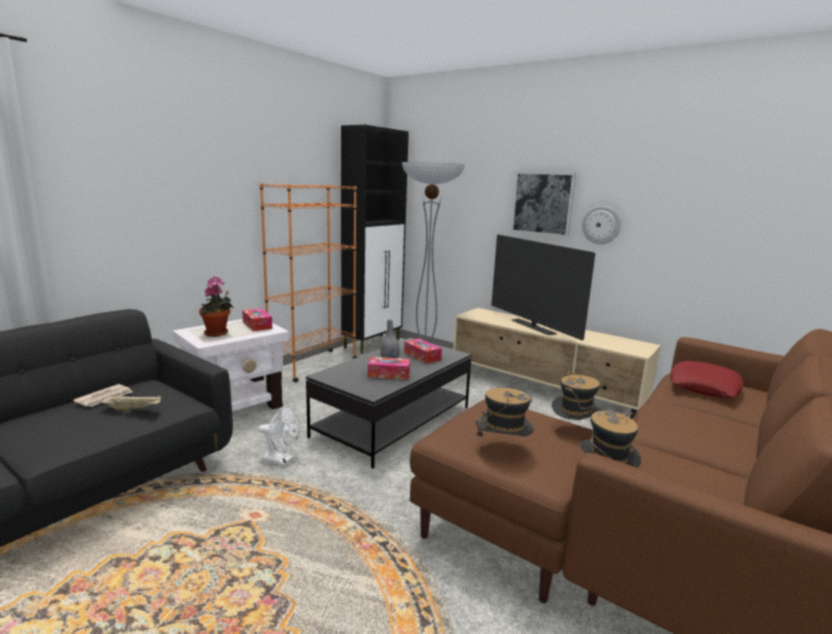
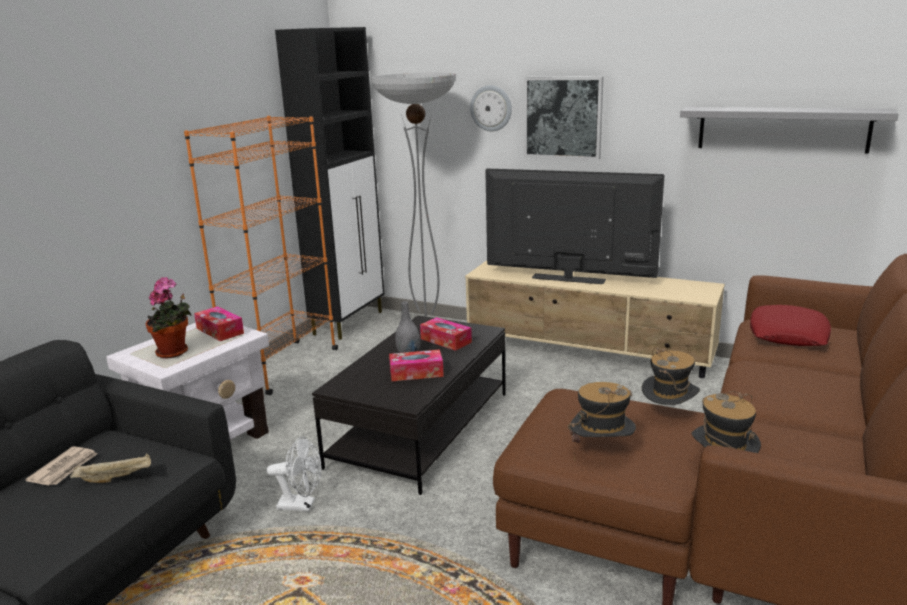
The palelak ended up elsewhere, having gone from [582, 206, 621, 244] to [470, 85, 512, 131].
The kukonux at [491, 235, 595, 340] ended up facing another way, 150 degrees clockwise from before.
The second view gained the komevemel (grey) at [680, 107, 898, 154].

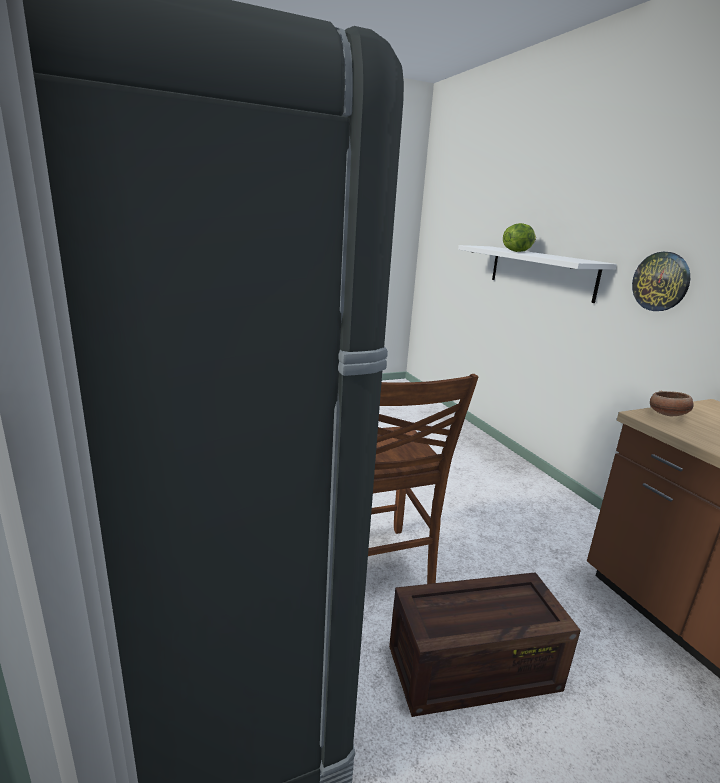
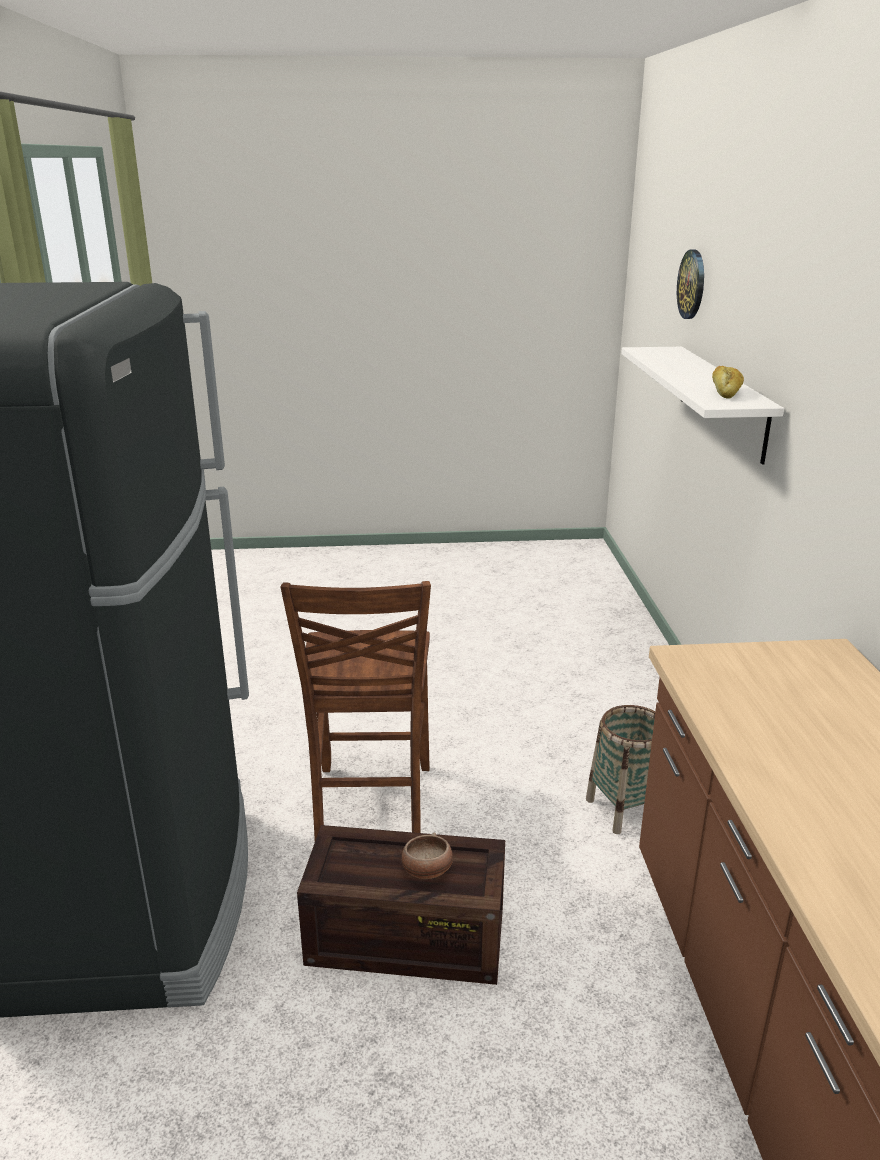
The second view lost the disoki at [503, 223, 536, 252].
The palelak ended up elsewhere, having gone from [632, 252, 690, 311] to [677, 250, 704, 319].
The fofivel ended up elsewhere, having gone from [650, 391, 693, 416] to [402, 832, 453, 879].
The second view gained the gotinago at [712, 366, 744, 399].
The second view gained the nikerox at [586, 705, 655, 834].

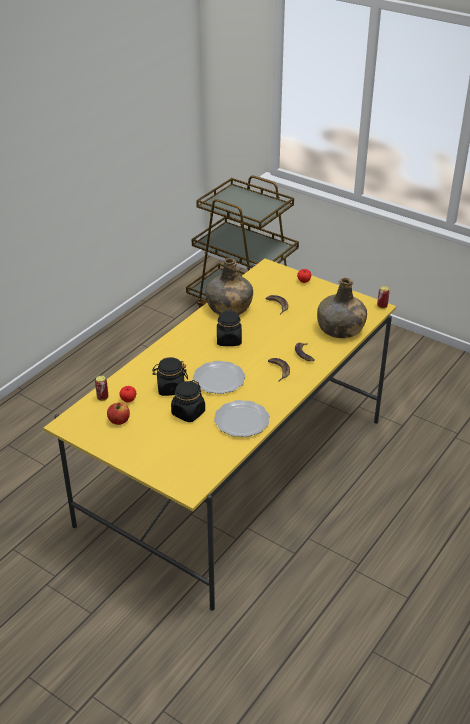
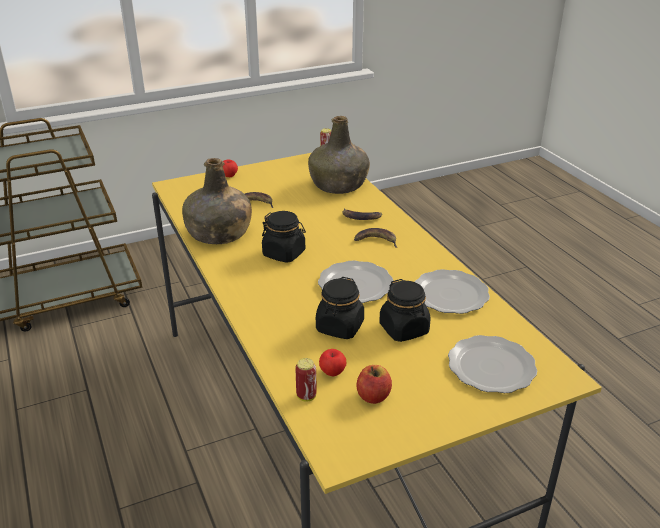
The second view gained the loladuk at [448, 335, 537, 393].

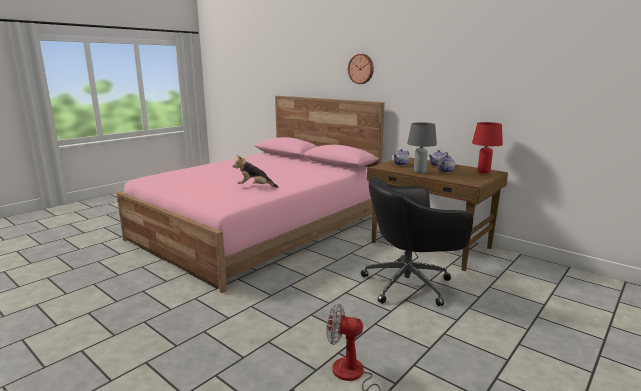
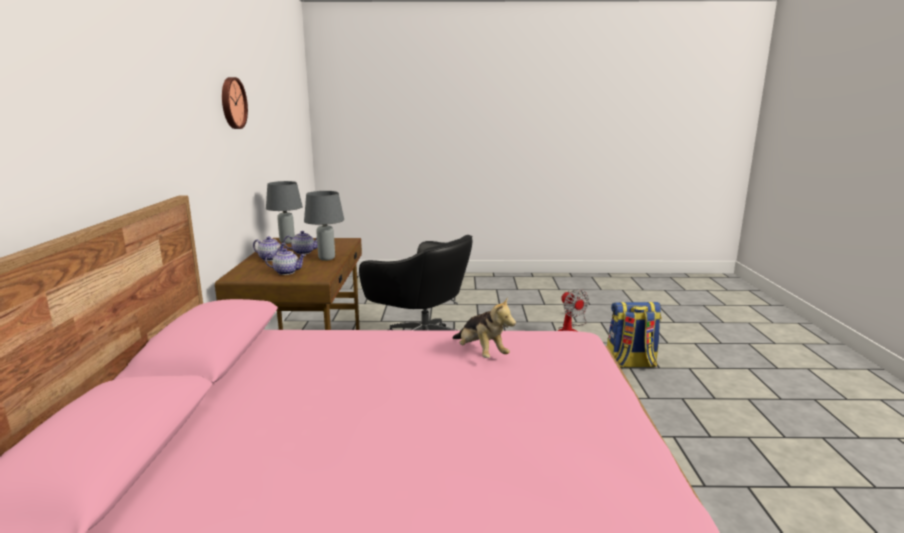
The palelak ended up elsewhere, having gone from [348, 54, 374, 84] to [222, 77, 248, 129].
What was the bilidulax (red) at [472, 122, 503, 173] turned into the bilidulax (grey) at [266, 181, 303, 244].
The second view gained the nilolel at [607, 302, 662, 368].

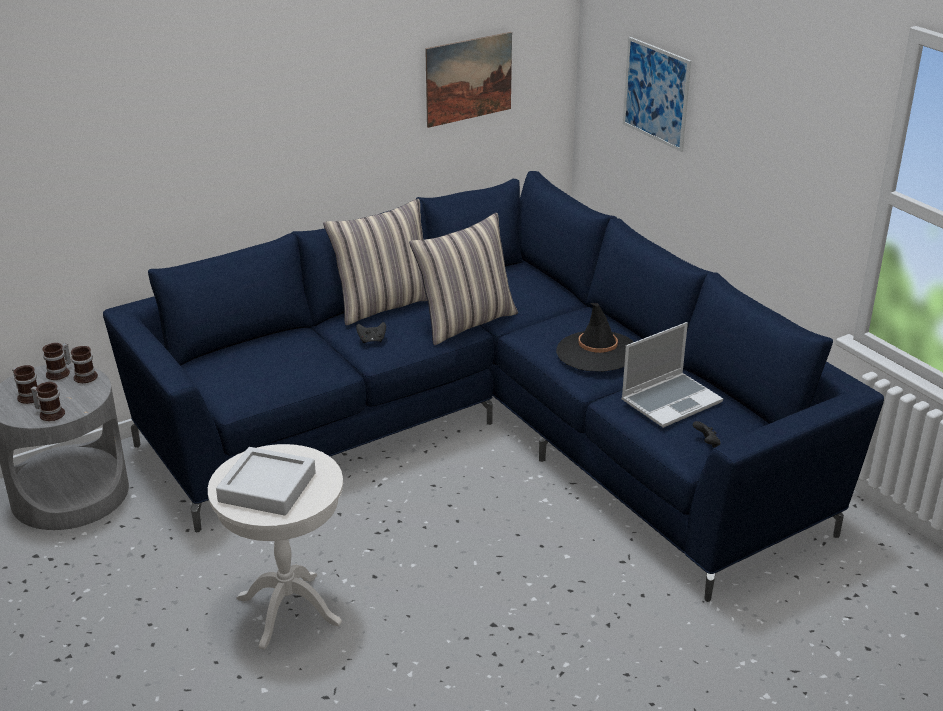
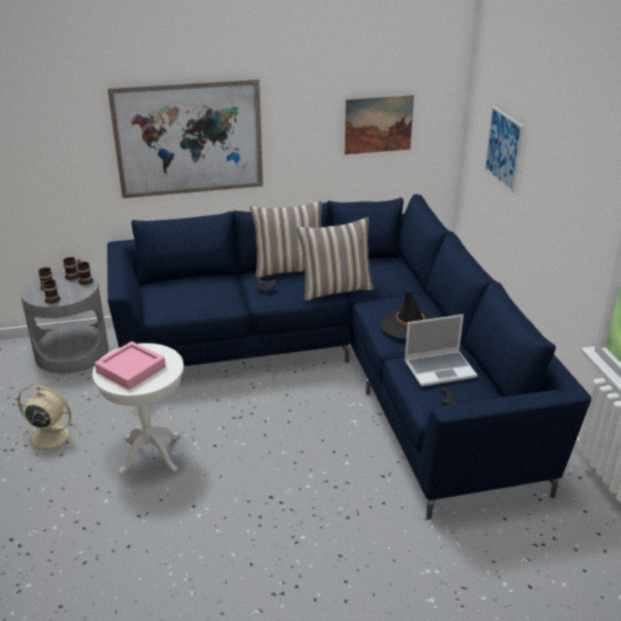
What was the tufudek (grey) at [216, 447, 316, 516] turned into the tufudek (pink) at [95, 341, 166, 390].
The second view gained the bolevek at [108, 79, 263, 198].
The second view gained the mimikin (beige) at [18, 385, 79, 454].

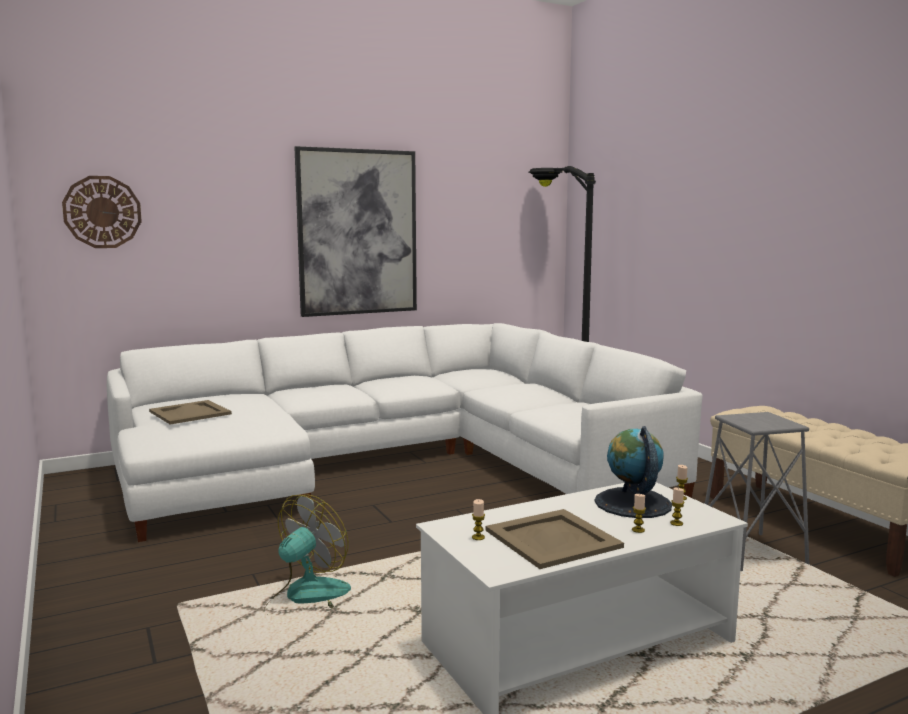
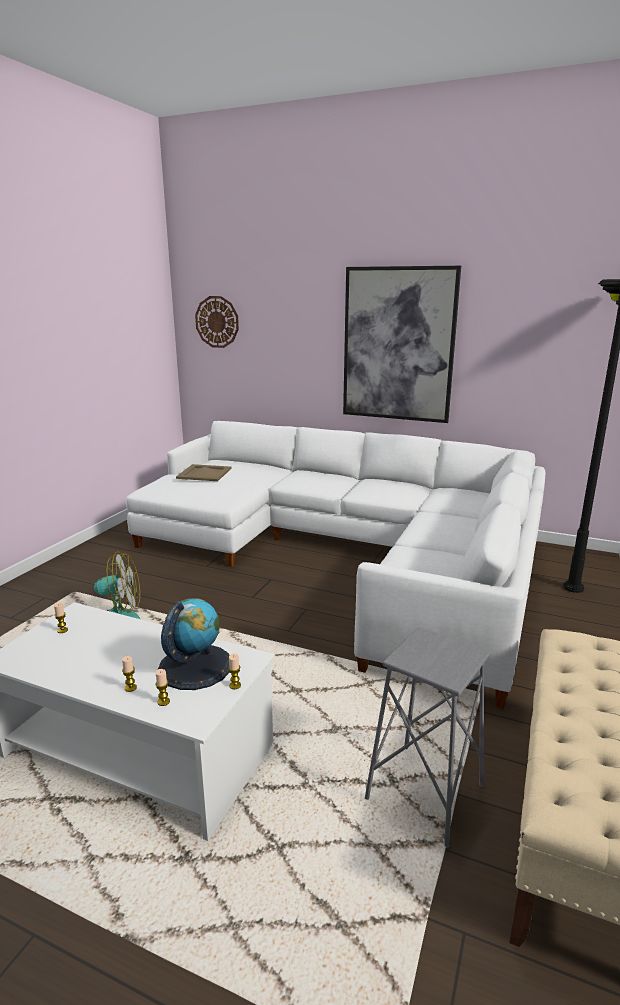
The second view lost the tufudek (beige) at [486, 509, 624, 569].

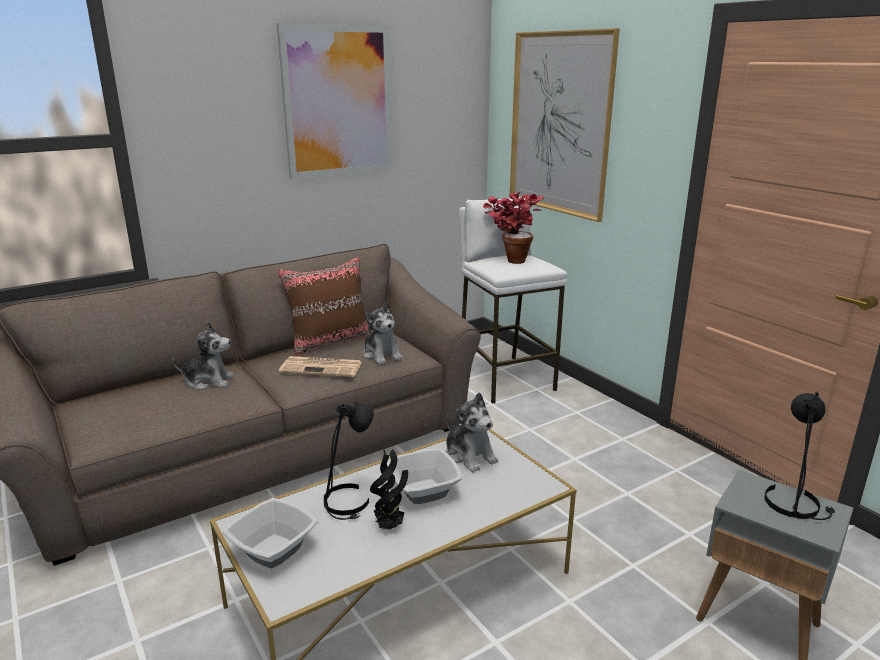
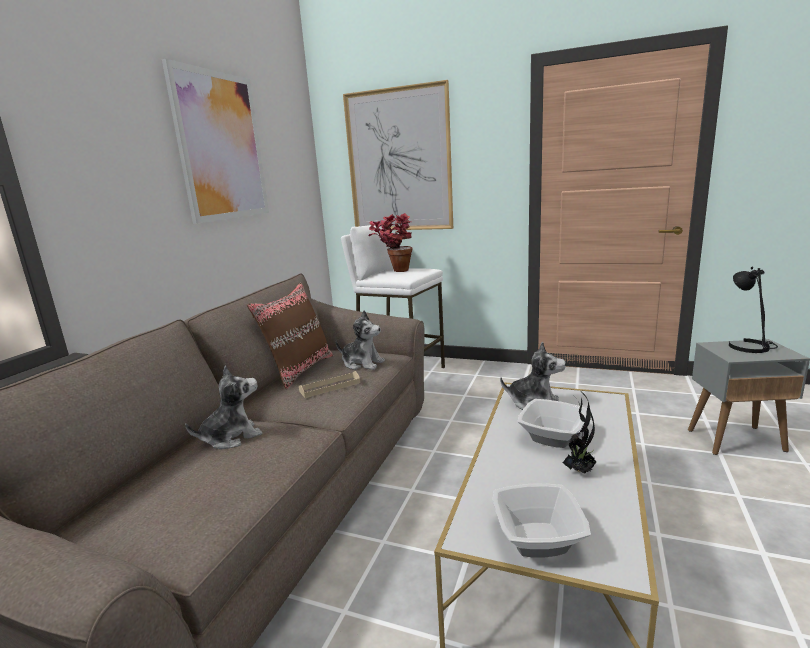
Where the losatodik stood at [279, 356, 362, 377], the tufudek (beige) came to stand at [299, 371, 360, 398].
The second view lost the bilidulax (black) at [324, 402, 374, 520].

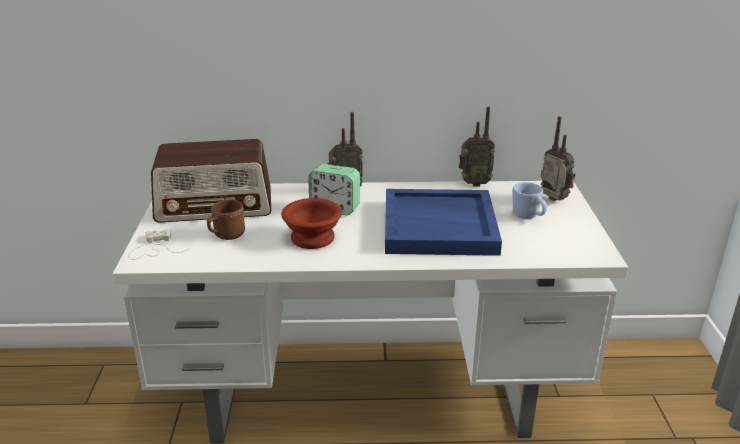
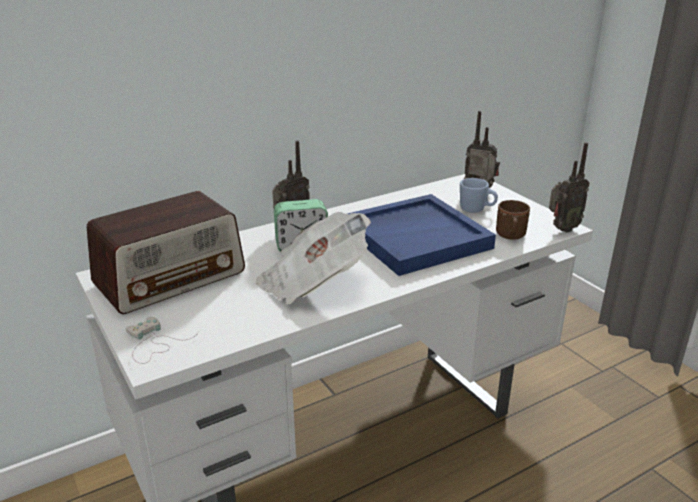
The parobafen ended up elsewhere, having gone from [459, 106, 495, 187] to [549, 142, 589, 233].
Where the fofivel (brown) stood at [281, 198, 342, 249], the losatodik came to stand at [256, 212, 371, 304].
The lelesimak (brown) ended up elsewhere, having gone from [207, 199, 245, 240] to [496, 200, 530, 240].

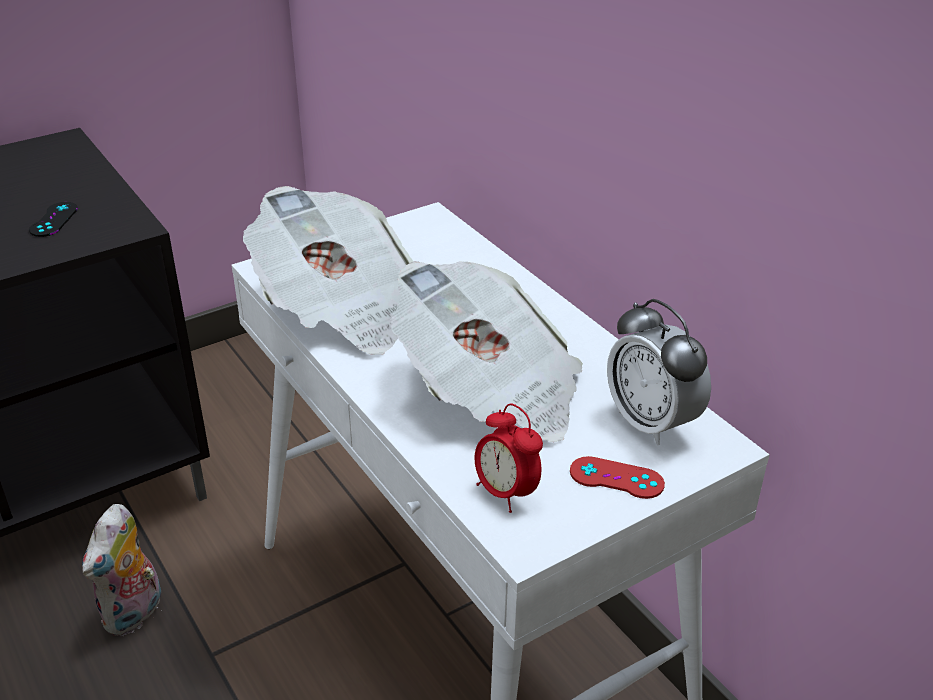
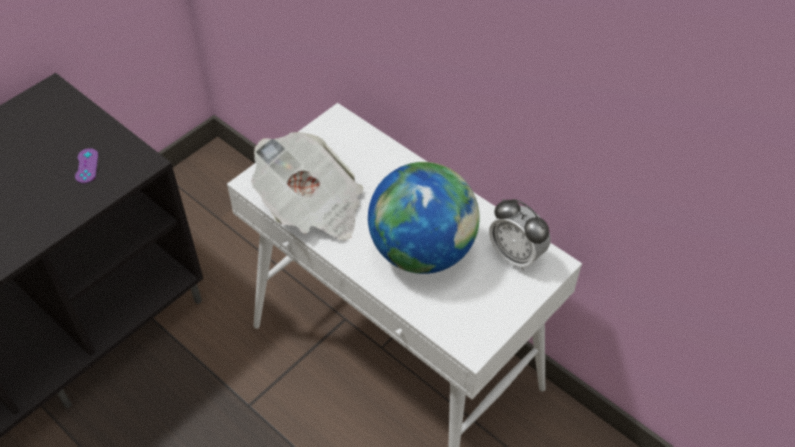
What was the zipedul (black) at [29, 202, 78, 237] turned into the zipedul (purple) at [75, 148, 98, 183].
Where the losatodik stood at [390, 261, 583, 442], the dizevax came to stand at [368, 162, 480, 274].
The second view lost the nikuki at [475, 404, 543, 513].
The second view lost the zipedul (red) at [570, 456, 665, 499].
The second view lost the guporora at [82, 504, 162, 636].

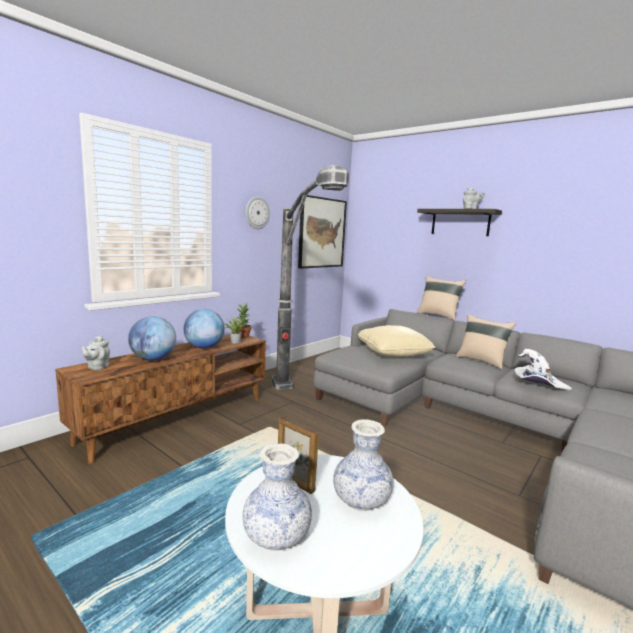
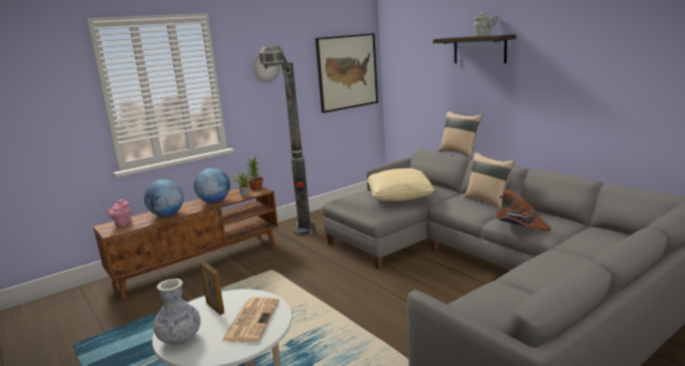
What was the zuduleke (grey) at [82, 335, 110, 370] turned into the zuduleke (pink) at [107, 198, 132, 227].
What was the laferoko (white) at [514, 349, 572, 390] turned into the laferoko (brown) at [496, 190, 551, 231].
Where the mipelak stood at [333, 419, 394, 511], the losatodik came to stand at [222, 297, 279, 342].

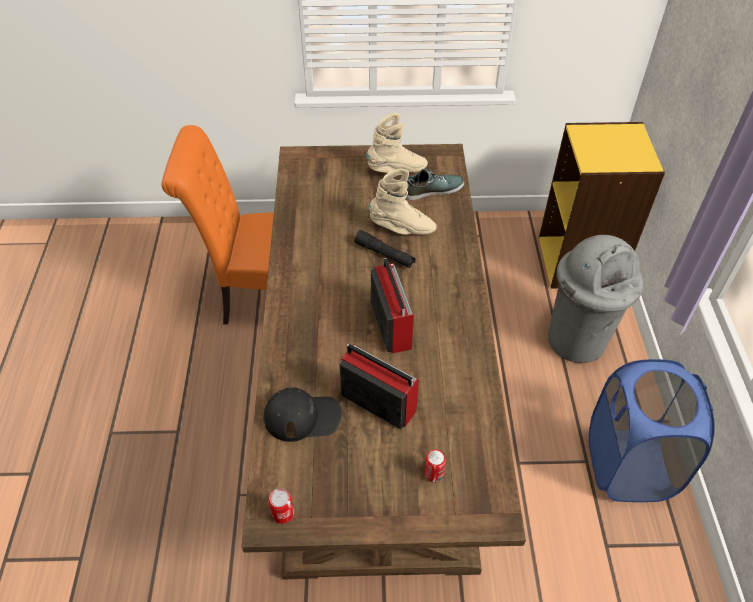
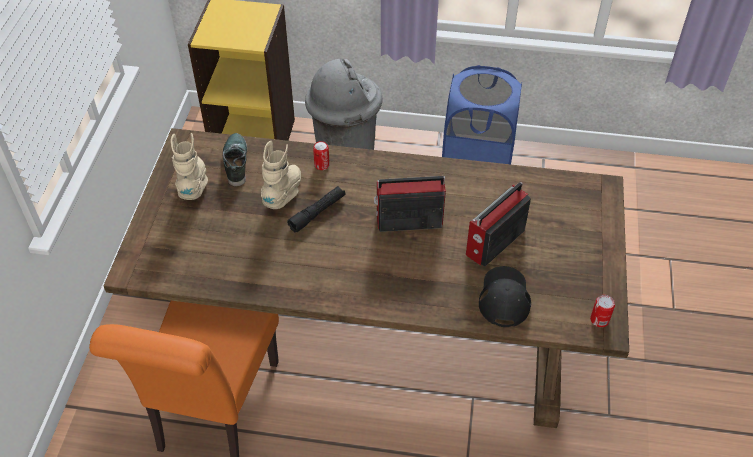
The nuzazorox ended up elsewhere, having gone from [424, 450, 446, 483] to [313, 141, 330, 170].

